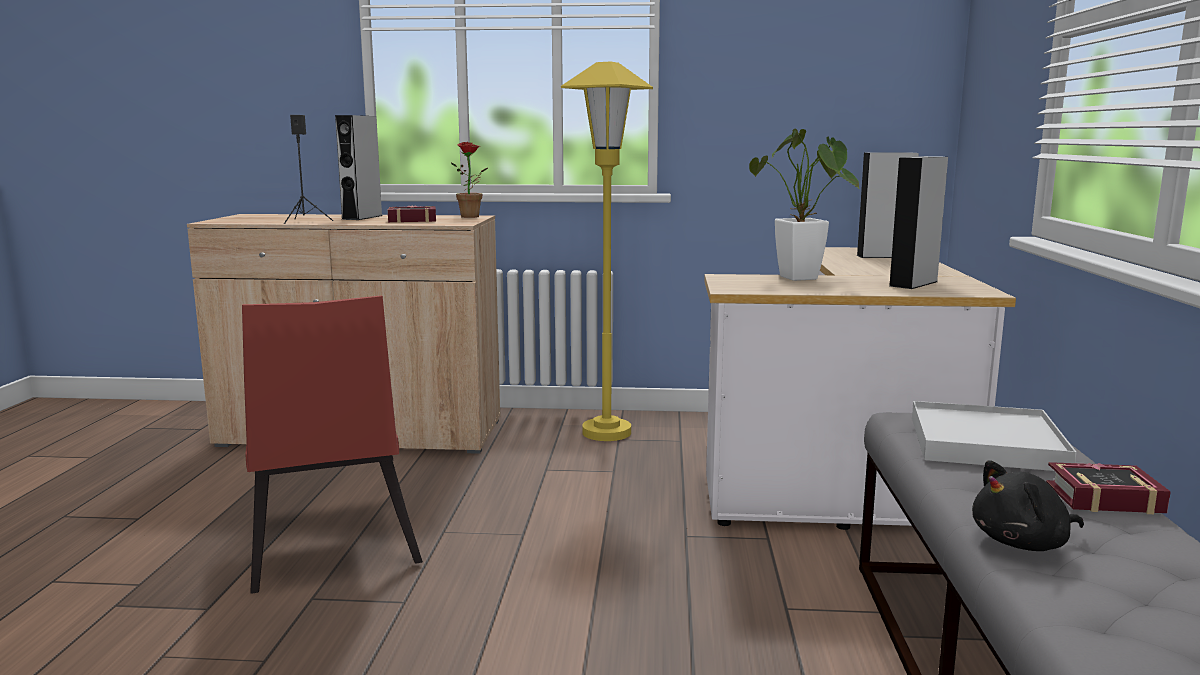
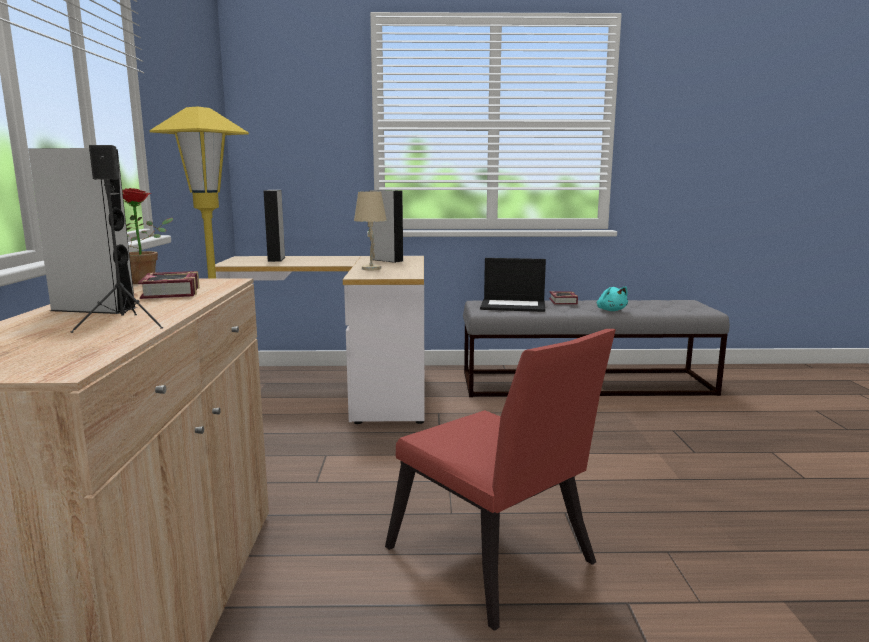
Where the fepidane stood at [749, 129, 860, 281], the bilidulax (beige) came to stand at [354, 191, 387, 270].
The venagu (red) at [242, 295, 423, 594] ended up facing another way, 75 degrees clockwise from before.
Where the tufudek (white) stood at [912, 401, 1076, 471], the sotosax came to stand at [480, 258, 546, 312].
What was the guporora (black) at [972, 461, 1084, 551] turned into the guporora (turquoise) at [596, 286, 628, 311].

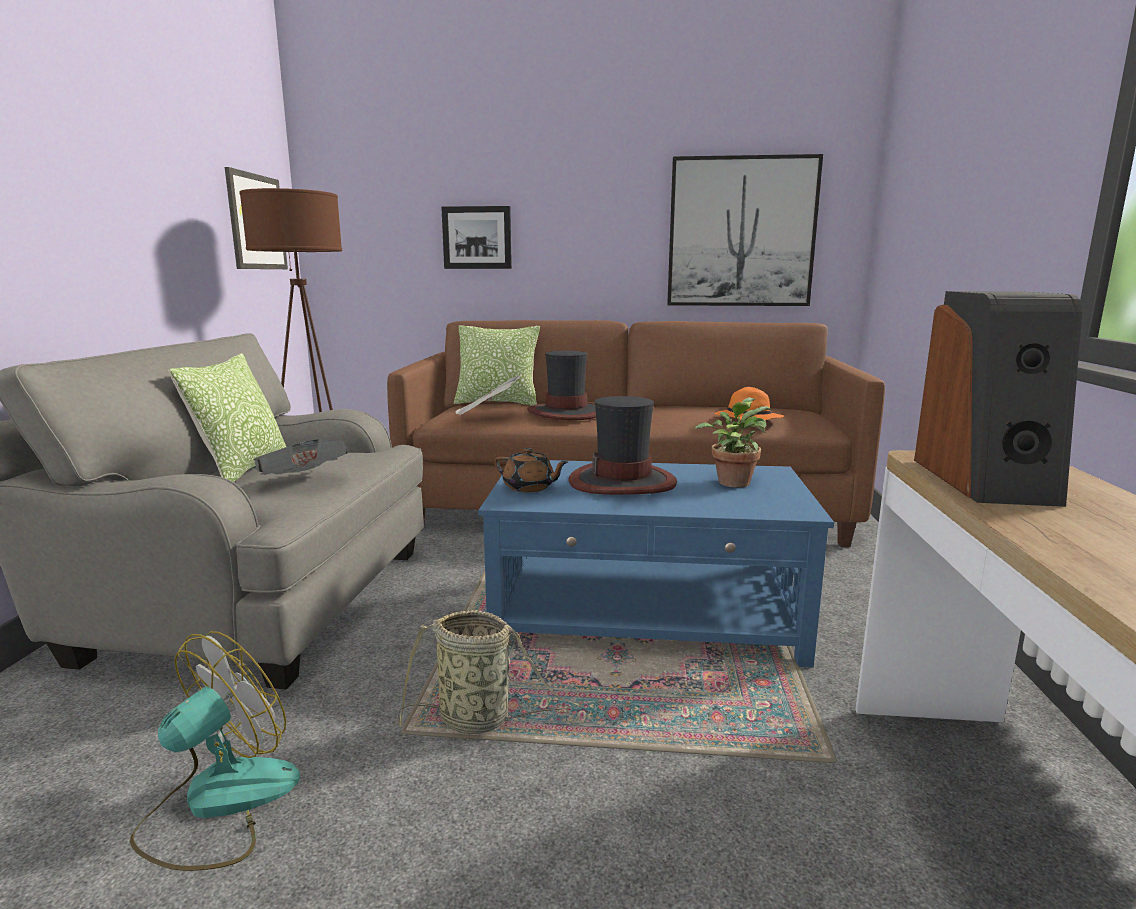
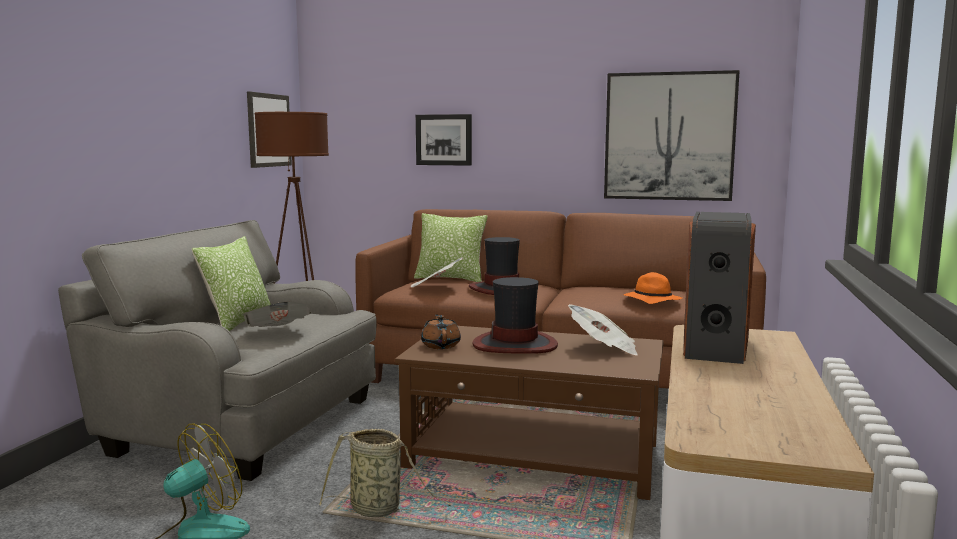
Where the fepidane stood at [695, 397, 770, 488], the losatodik came to stand at [568, 304, 638, 356].
The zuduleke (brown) at [494, 448, 568, 492] ended up facing another way, 135 degrees counterclockwise from before.
What was the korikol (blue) at [478, 460, 834, 668] turned into the korikol (brown) at [395, 326, 664, 500].

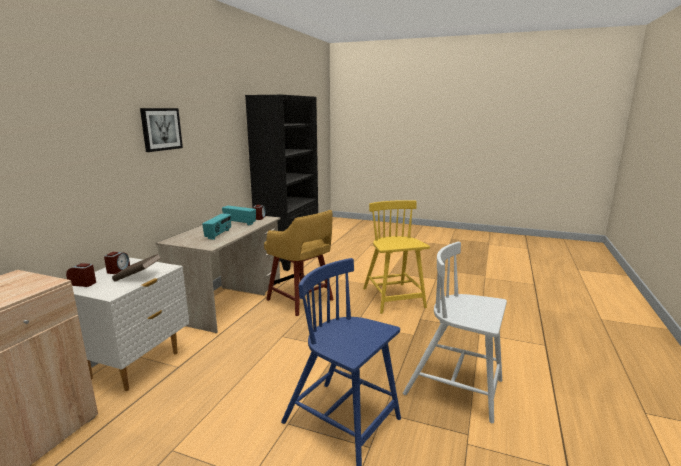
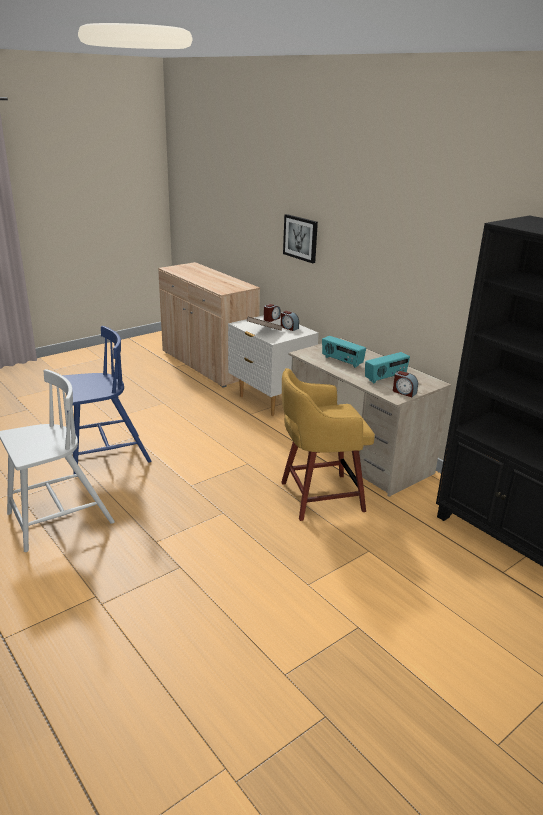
The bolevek ended up elsewhere, having gone from [140, 108, 183, 152] to [283, 214, 318, 263].
The second view lost the venagu (yellow) at [363, 200, 430, 314].

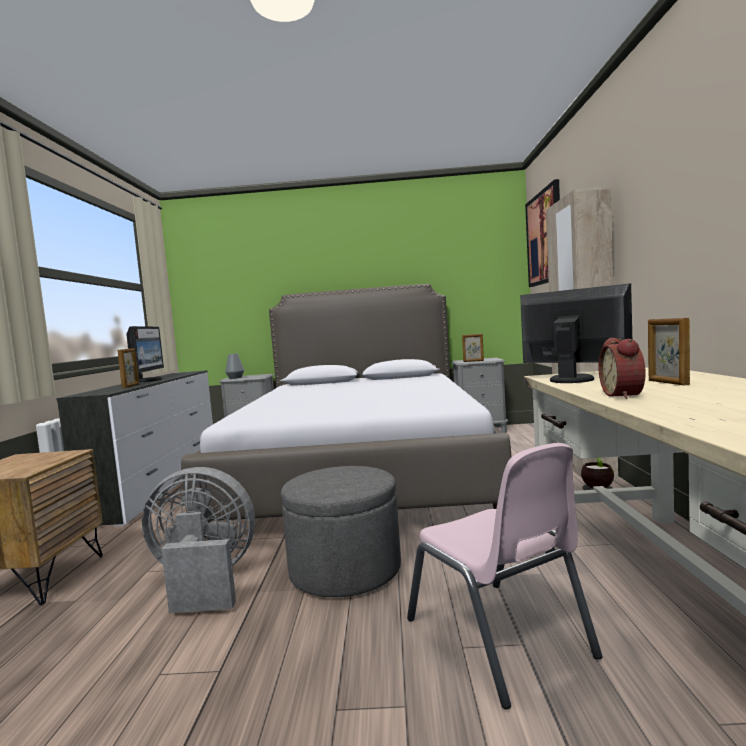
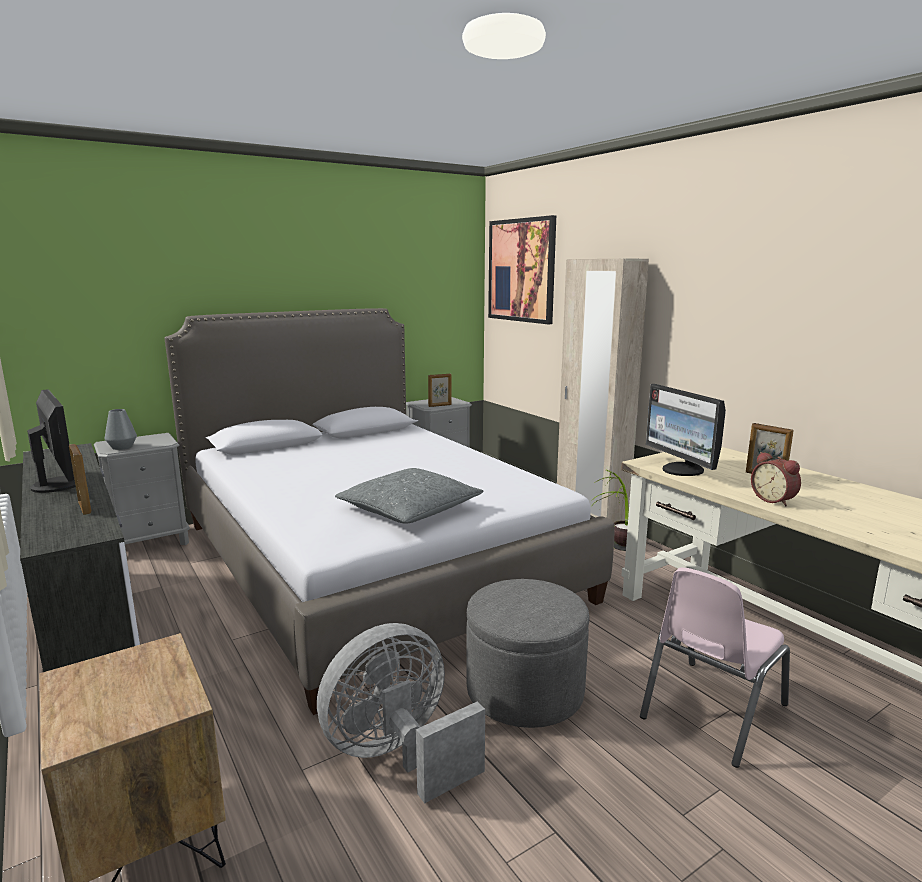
The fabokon at [520, 283, 632, 383] ended up facing another way, 120 degrees counterclockwise from before.
The venagu (pink) at [407, 443, 602, 709] ended up facing another way, 105 degrees clockwise from before.
The second view gained the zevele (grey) at [335, 468, 484, 524].

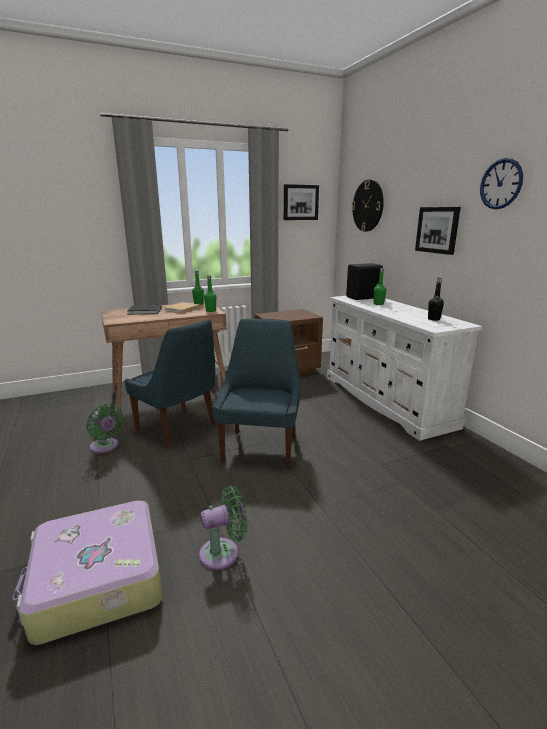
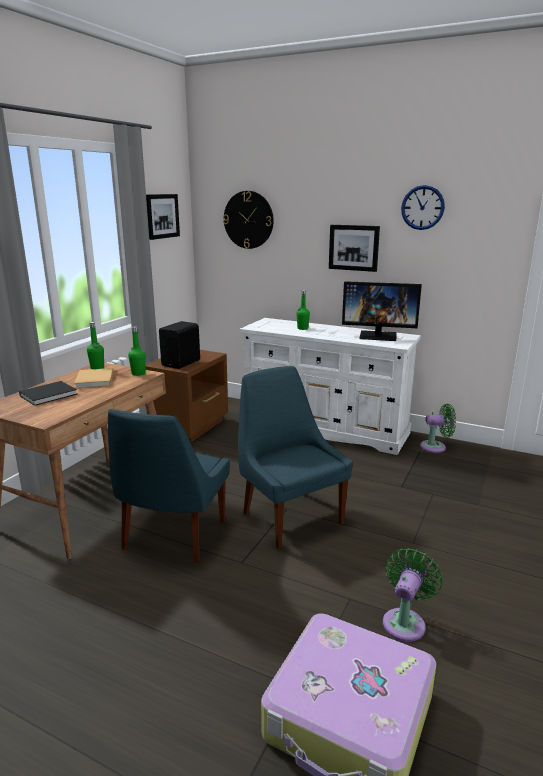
The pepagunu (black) ended up elsewhere, having gone from [346, 263, 383, 300] to [159, 321, 200, 369].
Where the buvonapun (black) stood at [428, 278, 444, 321], the fabokon came to stand at [342, 281, 422, 341].
The venagu (blue) at [124, 319, 216, 448] ended up facing another way, 105 degrees clockwise from before.
The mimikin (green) ended up elsewhere, having gone from [86, 404, 124, 453] to [420, 404, 456, 453].

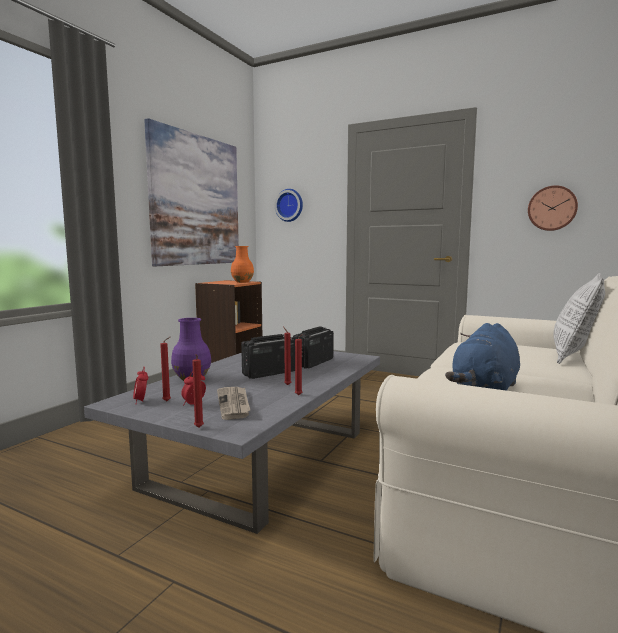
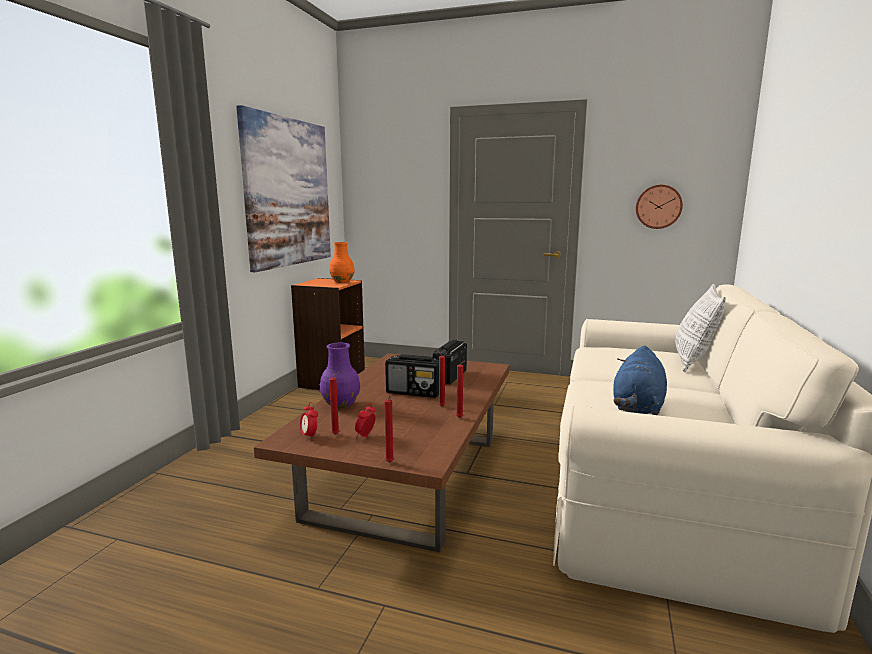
The second view lost the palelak at [275, 189, 303, 222].
The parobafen at [241, 334, 295, 379] ended up facing another way, 120 degrees counterclockwise from before.
What was the korikol (grey) at [84, 351, 380, 534] turned into the korikol (brown) at [254, 353, 510, 552].
The second view lost the losatodik at [217, 387, 250, 420].

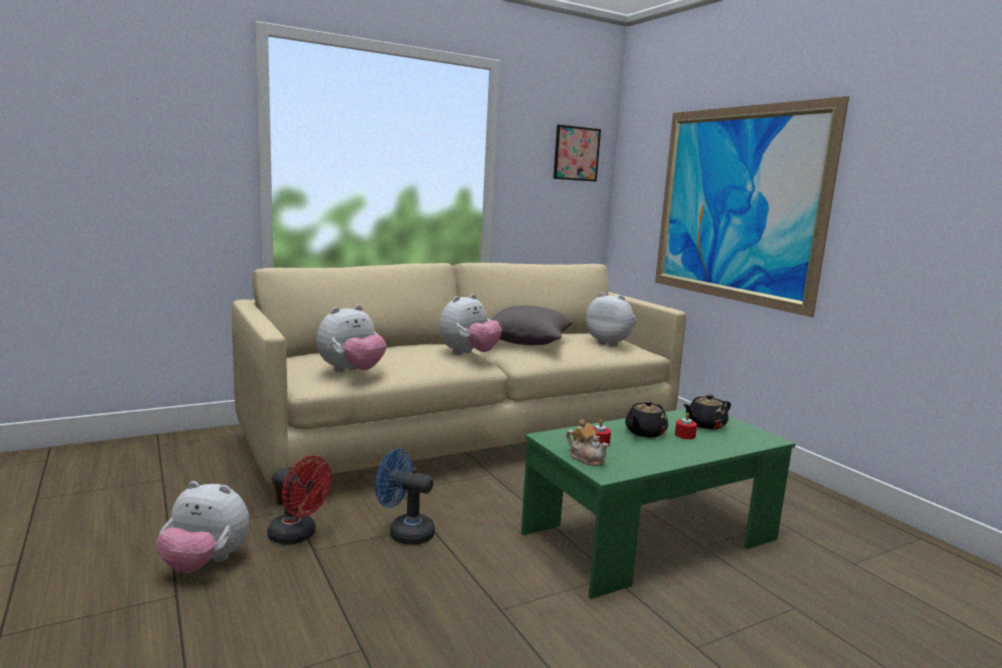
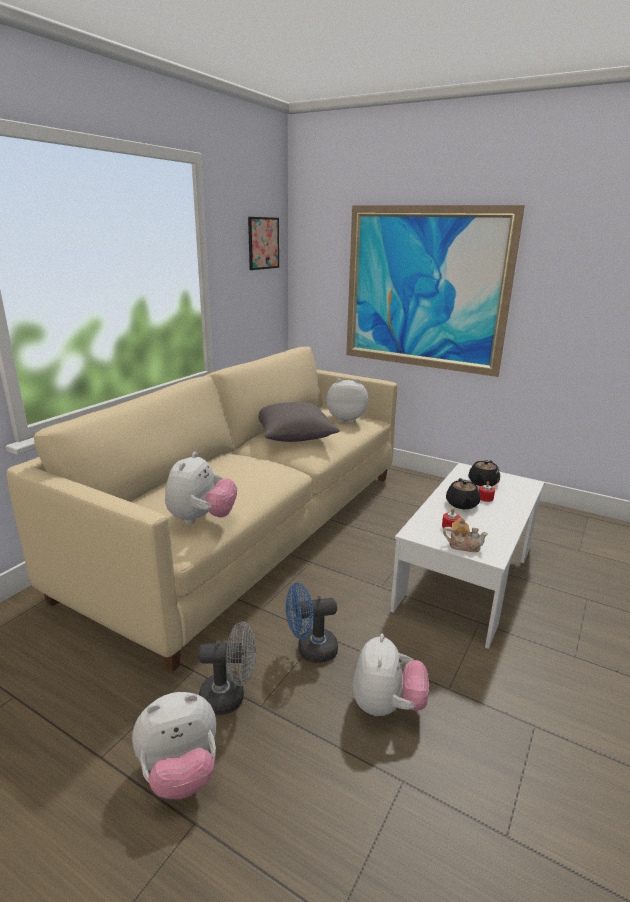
The guporora ended up elsewhere, having gone from [439, 294, 502, 355] to [353, 633, 429, 716].
What was the korikol (green) at [521, 409, 796, 599] turned into the korikol (white) at [390, 463, 545, 649].
What was the mimikin (red) at [267, 456, 332, 545] turned into the mimikin (grey) at [198, 621, 256, 715].

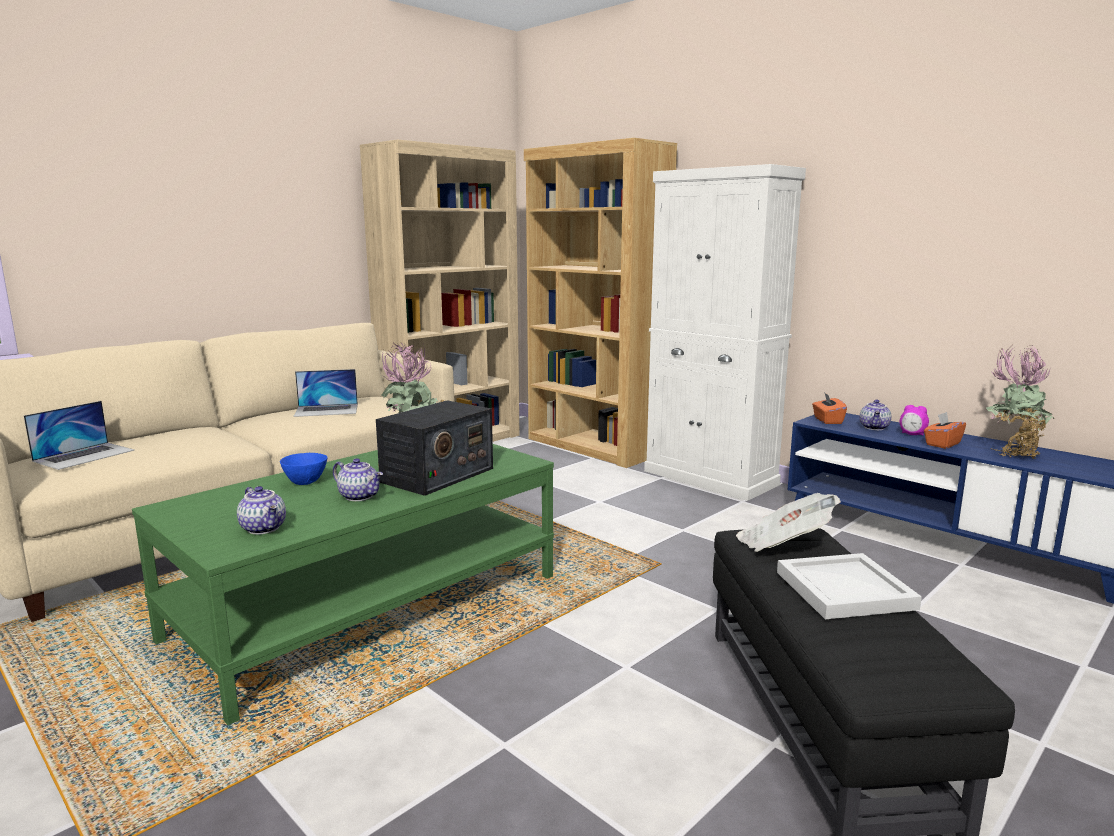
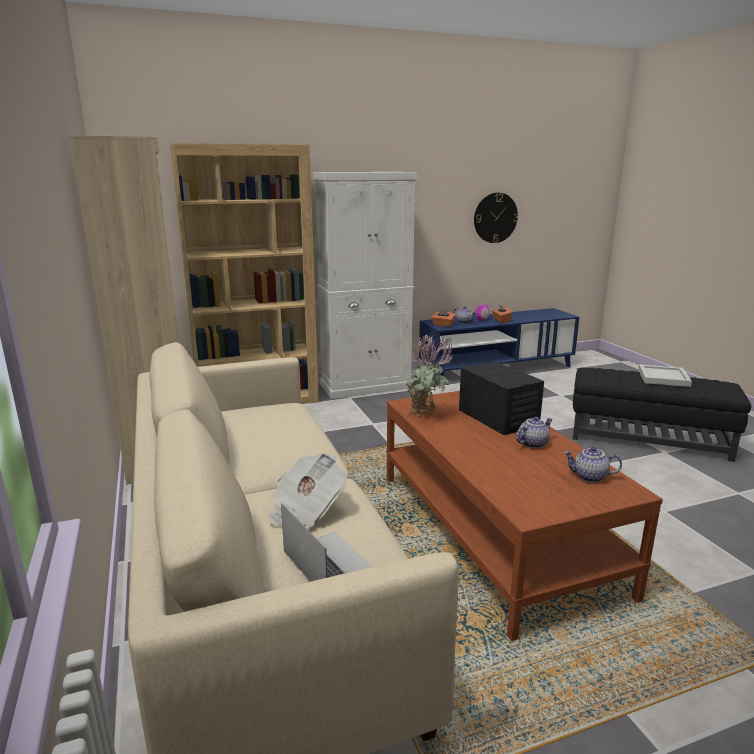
The second view lost the fepidane at [986, 346, 1054, 459].
The second view lost the sotosax at [293, 369, 358, 417].
What was the korikol (green) at [132, 444, 554, 725] turned into the korikol (brown) at [386, 391, 663, 641].
The second view lost the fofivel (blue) at [280, 453, 327, 485].
The zuduleke at [237, 486, 286, 535] ended up facing another way, 150 degrees counterclockwise from before.
The losatodik ended up elsewhere, having gone from [736, 493, 841, 552] to [268, 453, 347, 528].
The second view gained the palelak at [474, 193, 518, 243].

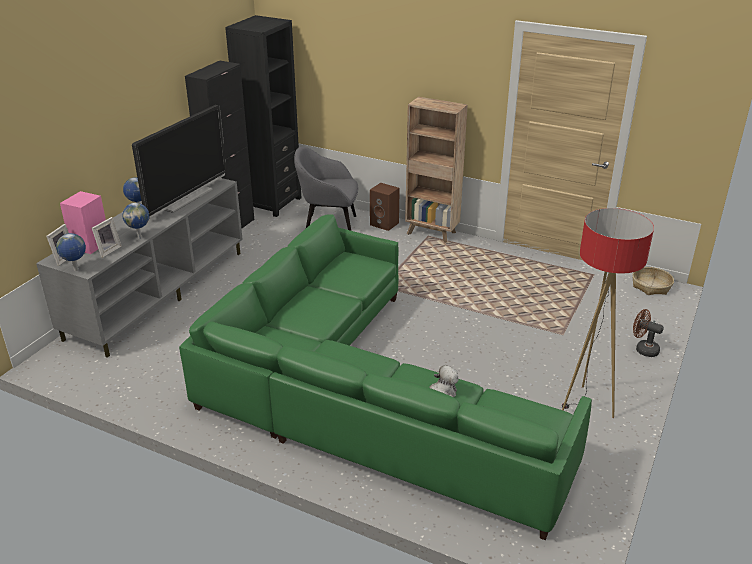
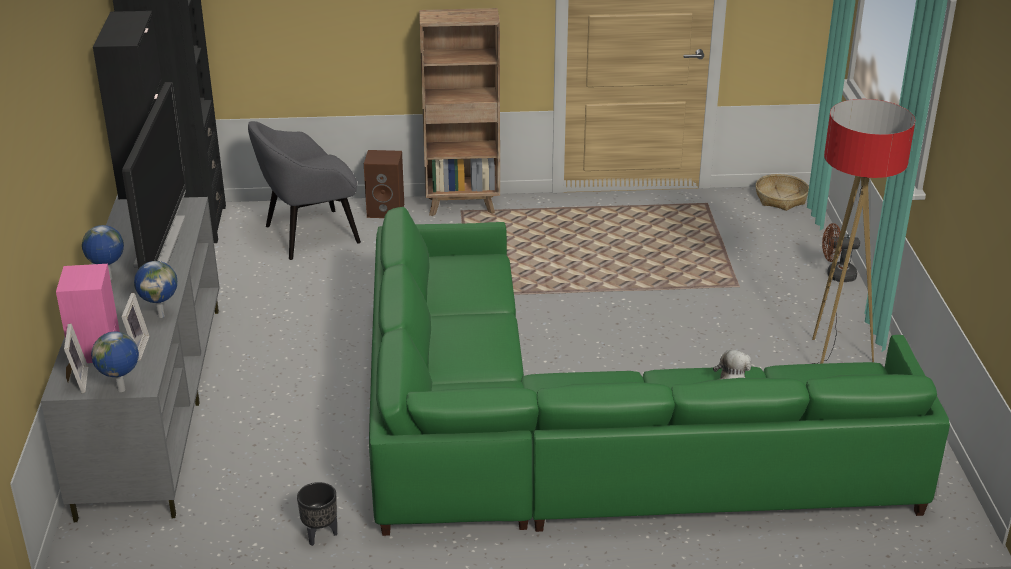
The second view gained the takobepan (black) at [297, 482, 337, 546].

